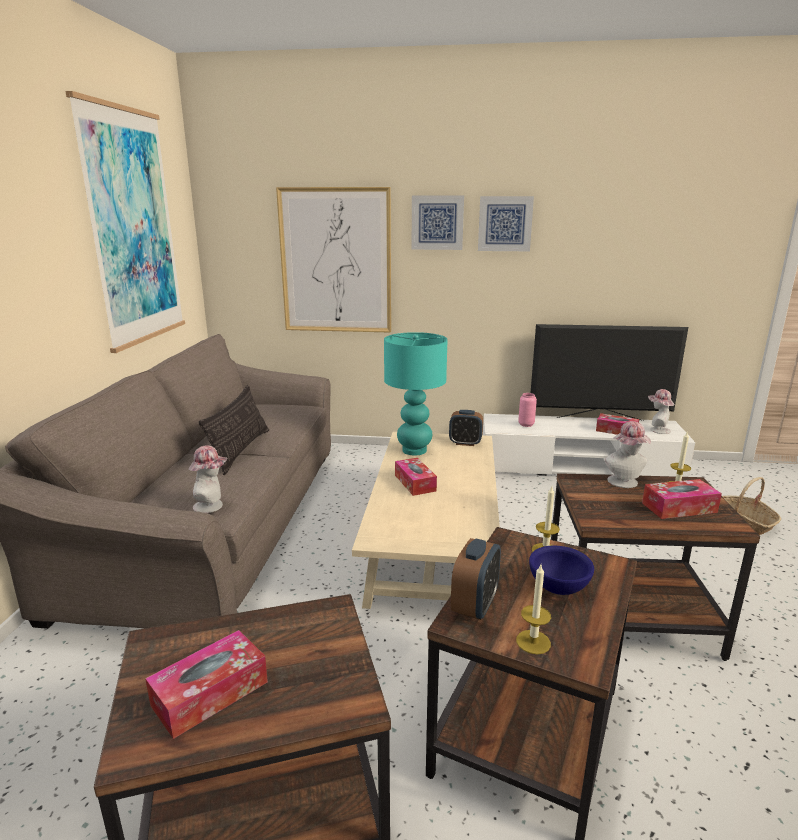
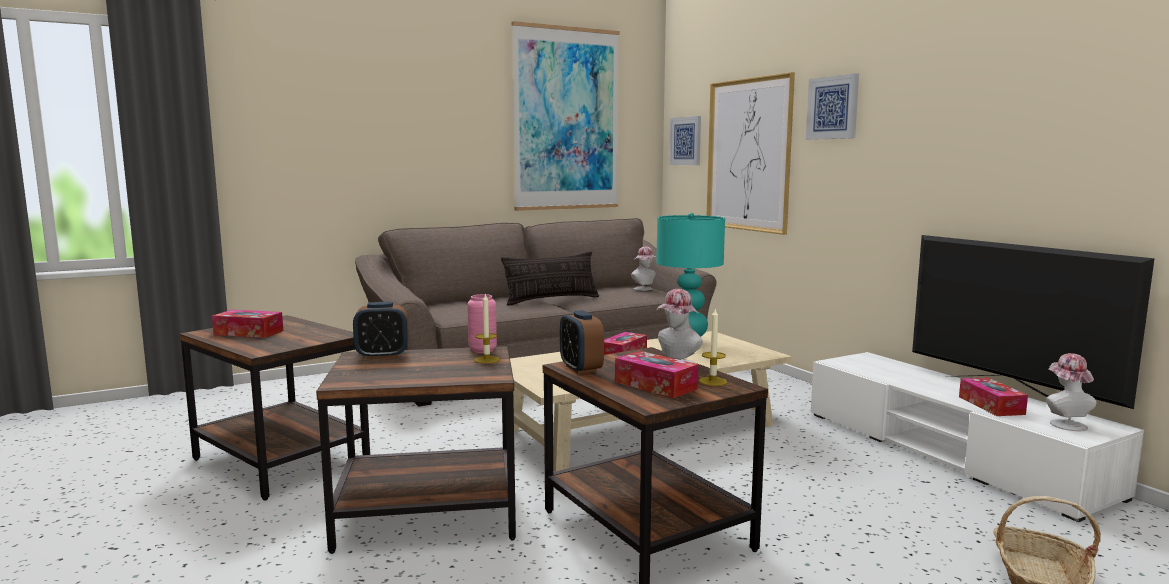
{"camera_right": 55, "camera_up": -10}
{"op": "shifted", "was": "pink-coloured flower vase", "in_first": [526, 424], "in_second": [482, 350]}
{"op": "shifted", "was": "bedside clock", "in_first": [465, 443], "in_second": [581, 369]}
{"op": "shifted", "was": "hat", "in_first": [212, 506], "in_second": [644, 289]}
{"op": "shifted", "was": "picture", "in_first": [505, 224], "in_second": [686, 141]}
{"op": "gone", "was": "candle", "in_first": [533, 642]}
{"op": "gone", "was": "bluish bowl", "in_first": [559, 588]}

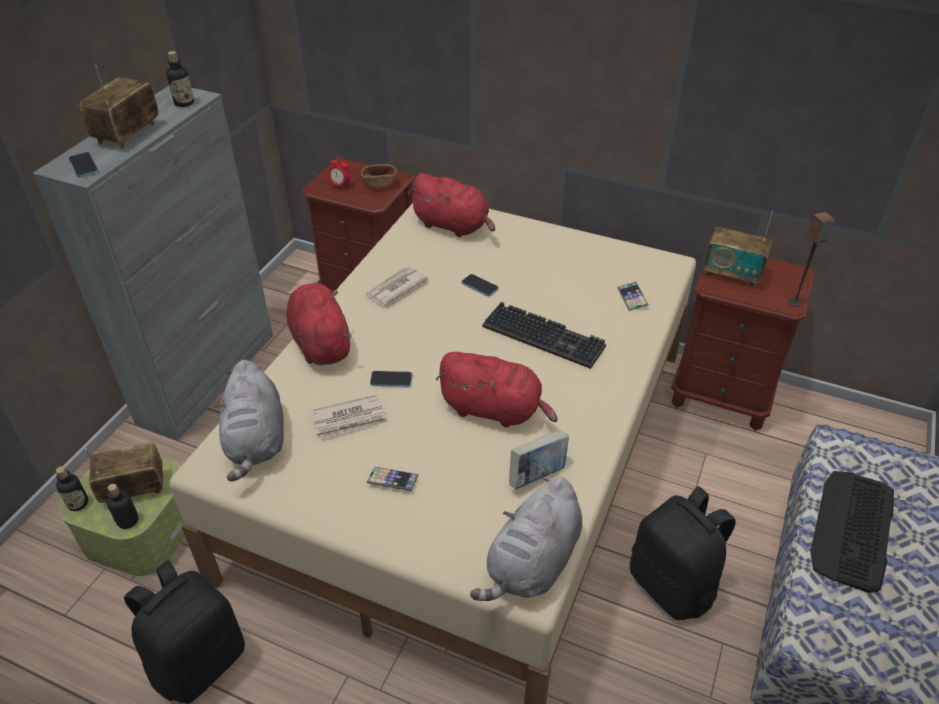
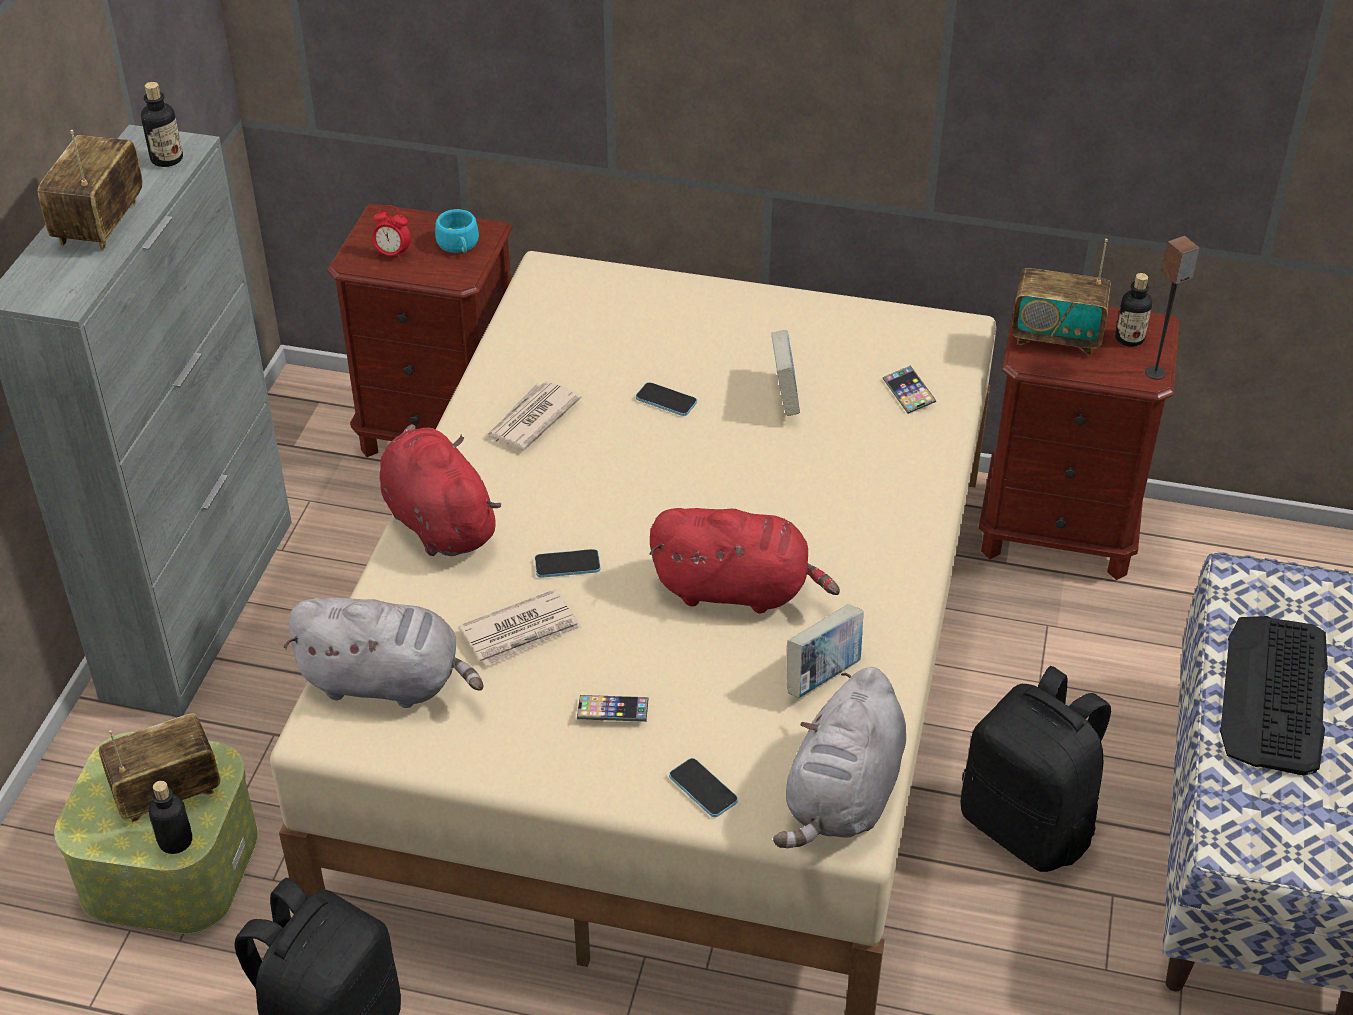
{"camera_right": -10, "camera_up": 0}
{"op": "rotated", "was": "grey soft toy", "in_first": [256, 441], "in_second": [387, 682], "clockwise": -60}
{"op": "swapped", "was": "brown-coloured bowl", "now": "turquoise drinking cup", "in_first": [379, 184], "in_second": [459, 246]}
{"op": "shifted", "was": "telephone", "in_first": [83, 166], "in_second": [703, 789]}
{"op": "new", "now": "volume", "in_second": [784, 398]}
{"op": "shifted", "was": "bottle", "in_first": [78, 503], "in_second": [1129, 338]}
{"op": "gone", "was": "red-coloured soft toy", "in_first": [453, 226]}
{"op": "gone", "was": "computer keyboard", "in_first": [546, 336]}

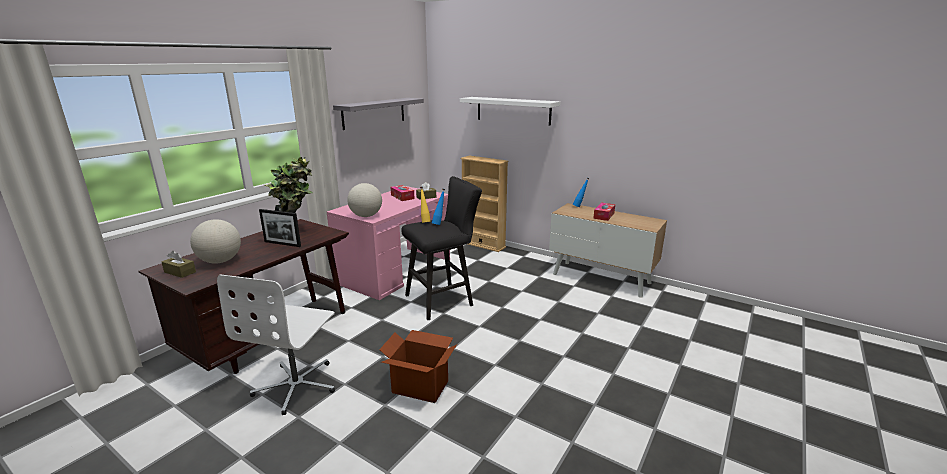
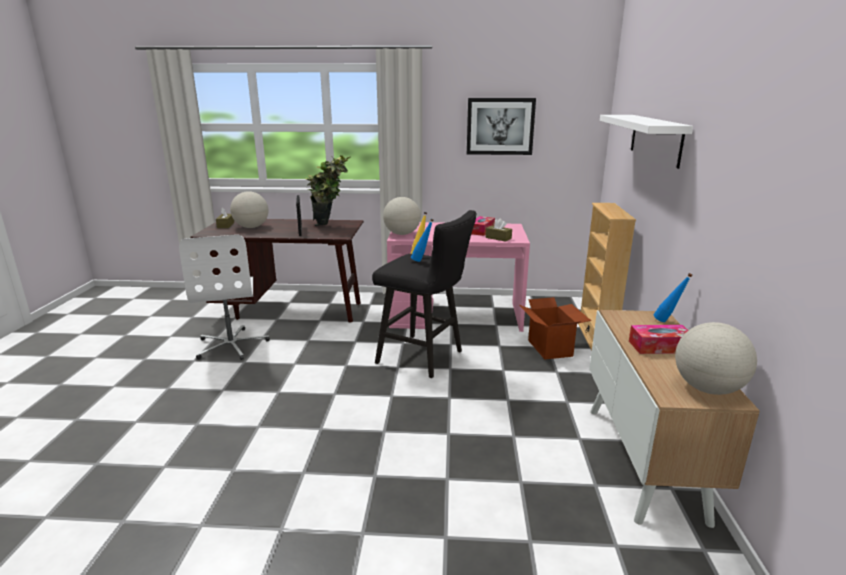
{"camera_right": 60, "camera_up": 0}
{"op": "rotated", "was": "white desk chair", "in_first": [297, 385], "in_second": [232, 345], "clockwise": -90}
{"op": "swapped", "was": "grey wall shelf", "now": "picture", "in_first": [374, 113], "in_second": [500, 126]}
{"op": "shifted", "was": "packing box", "in_first": [420, 386], "in_second": [550, 348]}
{"op": "new", "now": "desk globe", "in_second": [708, 389]}

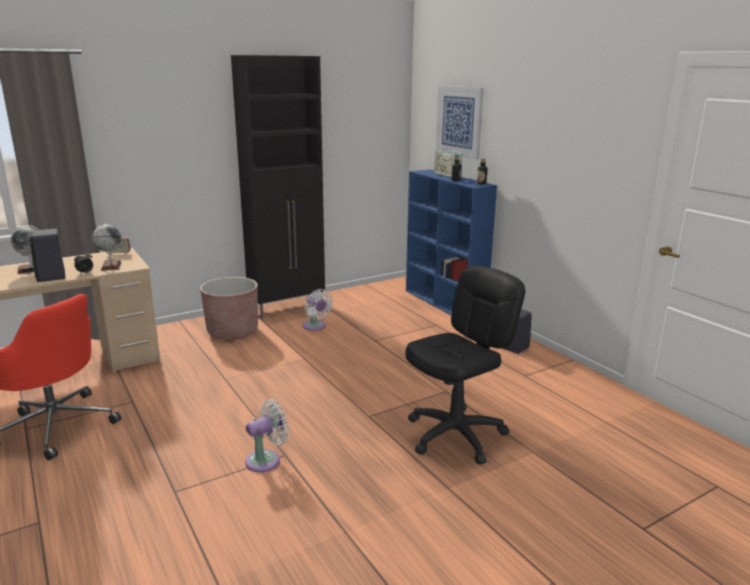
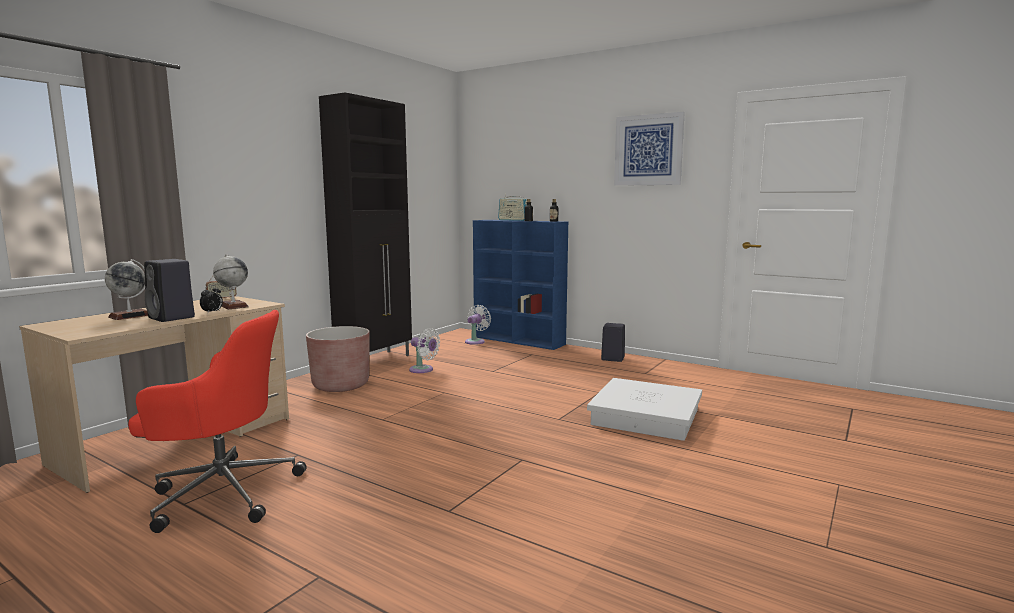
{"camera_right": -25, "camera_up": -10}
{"op": "shifted", "was": "white fan", "in_first": [266, 460], "in_second": [476, 341]}
{"op": "swapped", "was": "blackish desk chair", "now": "white storage container", "in_first": [456, 435], "in_second": [646, 416]}
{"op": "shifted", "was": "picture", "in_first": [459, 121], "in_second": [648, 150]}

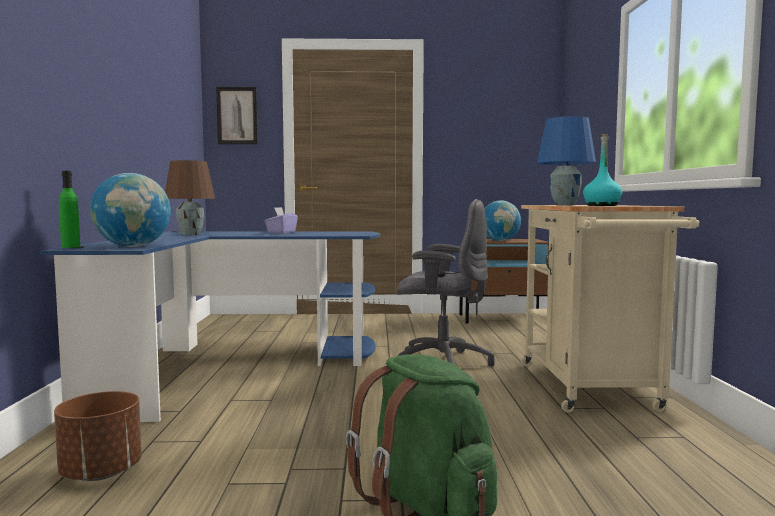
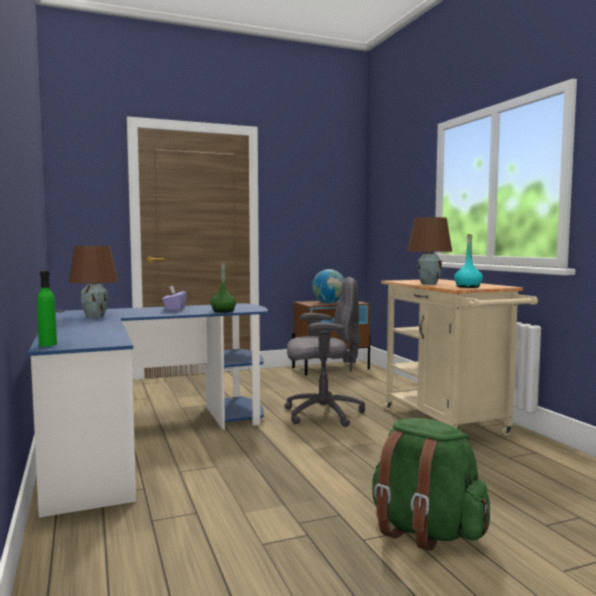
{"camera_right": -20, "camera_up": 0}
{"op": "new", "now": "green bottle", "in_second": [223, 311]}
{"op": "repainted", "was": "bluish table lamp", "now": "brown-coloured table lamp", "in_first": [564, 205], "in_second": [428, 283]}
{"op": "gone", "was": "brown-coloured flower pot", "in_first": [100, 473]}
{"op": "gone", "was": "desk globe", "in_first": [133, 246]}
{"op": "gone", "was": "picture", "in_first": [237, 115]}

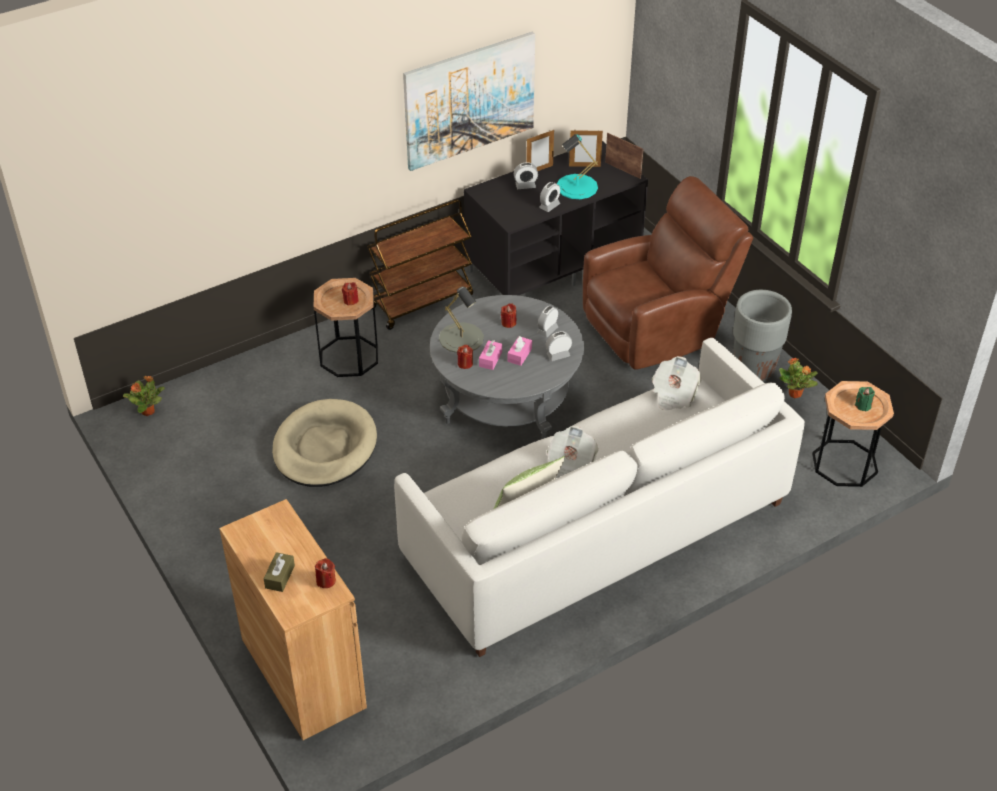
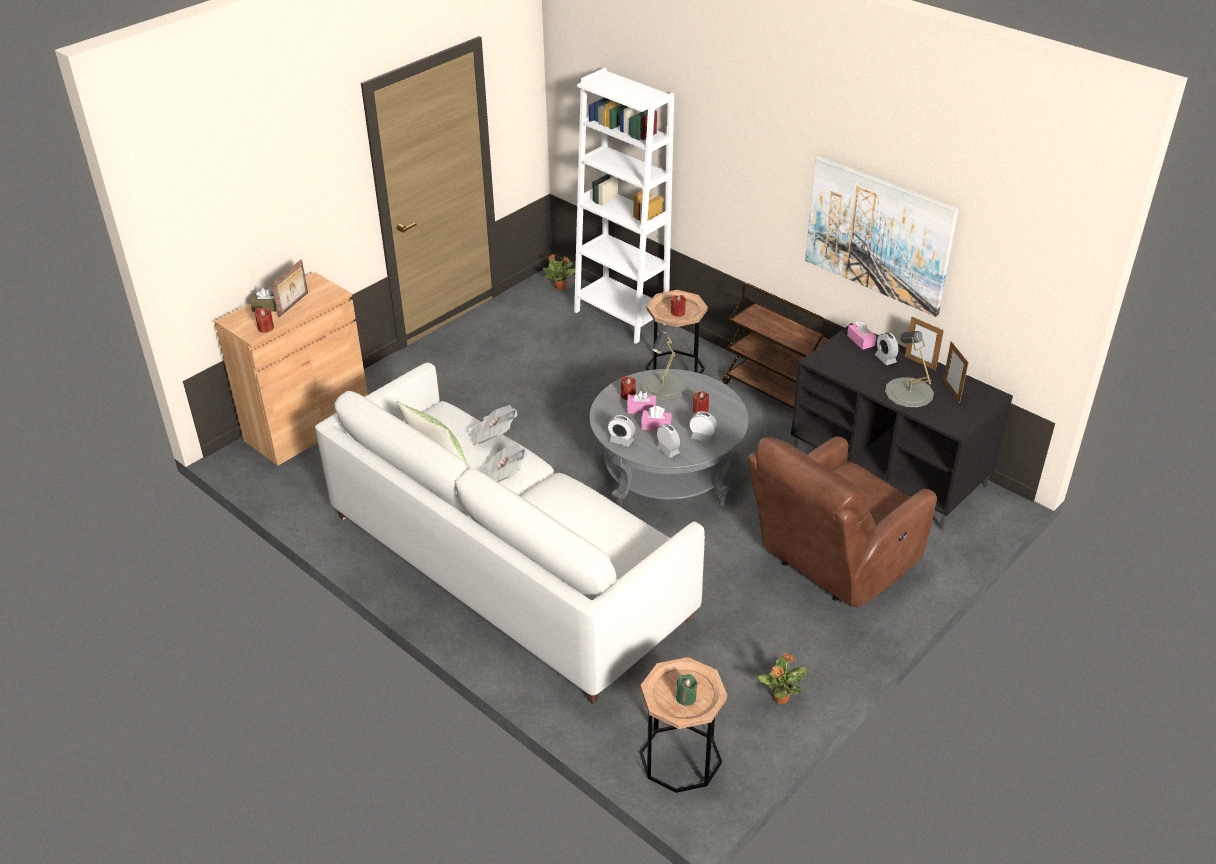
{"camera_right": 75, "camera_up": -5}
{"op": "shifted", "was": "photo frame", "in_first": [623, 170], "in_second": [294, 305]}
{"op": "shifted", "was": "printed paper", "in_first": [673, 394], "in_second": [492, 435]}
{"op": "new", "now": "white bookshelf", "in_second": [621, 317]}
{"op": "shifted", "was": "bedside clock", "in_first": [549, 206], "in_second": [621, 441]}
{"op": "rotated", "was": "brown-coloured armchair", "in_first": [657, 328], "in_second": [831, 563], "clockwise": 90}
{"op": "new", "now": "pink-coloured box of tissues", "in_second": [860, 340]}
{"op": "repainted", "was": "turquoise table lamp", "now": "grey table lamp", "in_first": [577, 187], "in_second": [908, 392]}
{"op": "gone", "was": "beige pet bed", "in_first": [324, 447]}
{"op": "gone", "was": "grey flower pot", "in_first": [753, 371]}

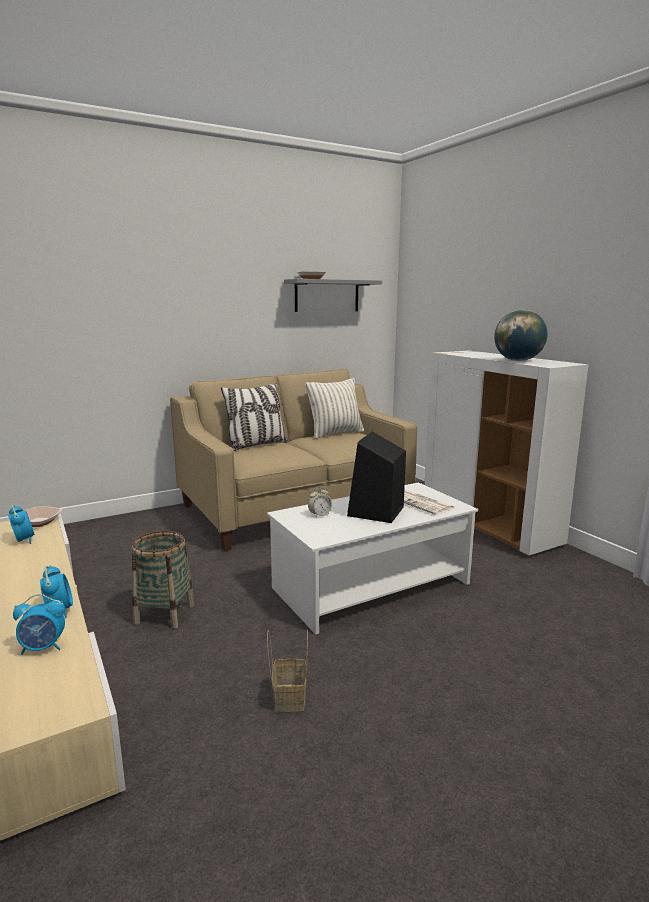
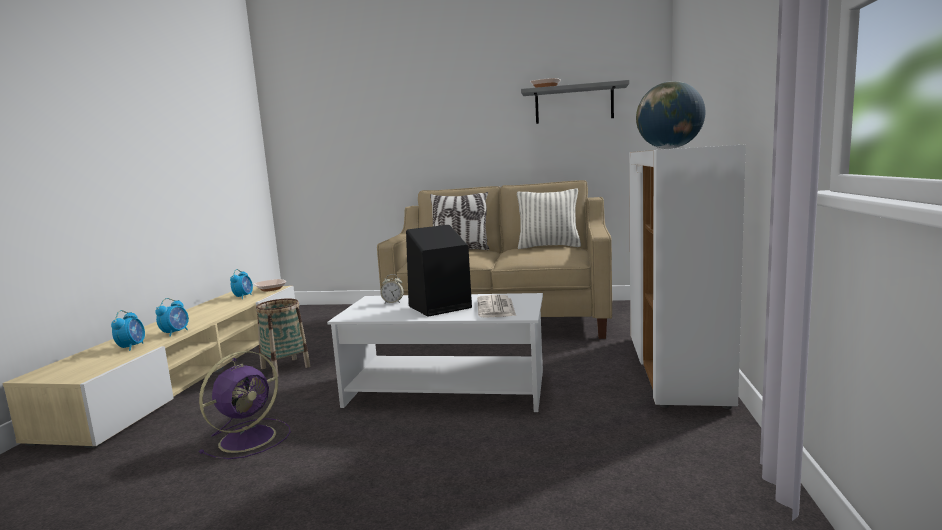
{"camera_right": 40, "camera_up": -5}
{"op": "rotated", "was": "bedside clock", "in_first": [43, 648], "in_second": [132, 347], "clockwise": -120}
{"op": "swapped", "was": "storage basket", "now": "purple-coloured fan", "in_first": [288, 696], "in_second": [250, 438]}

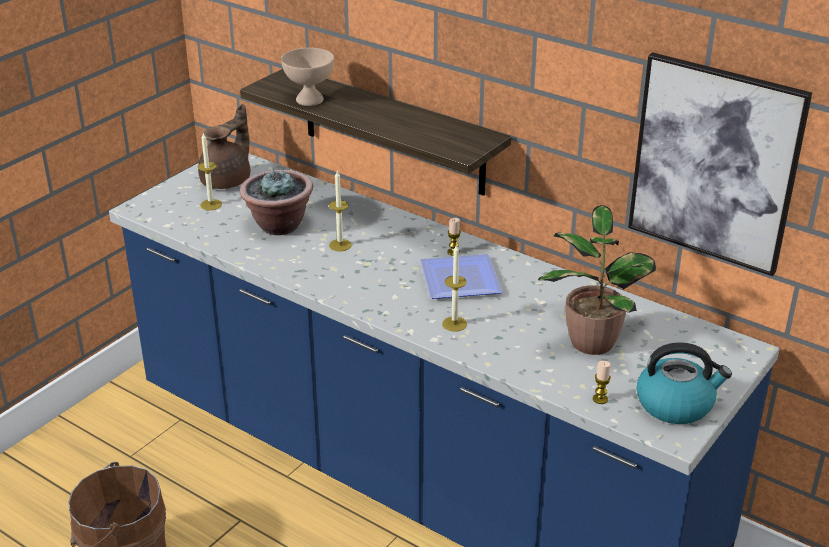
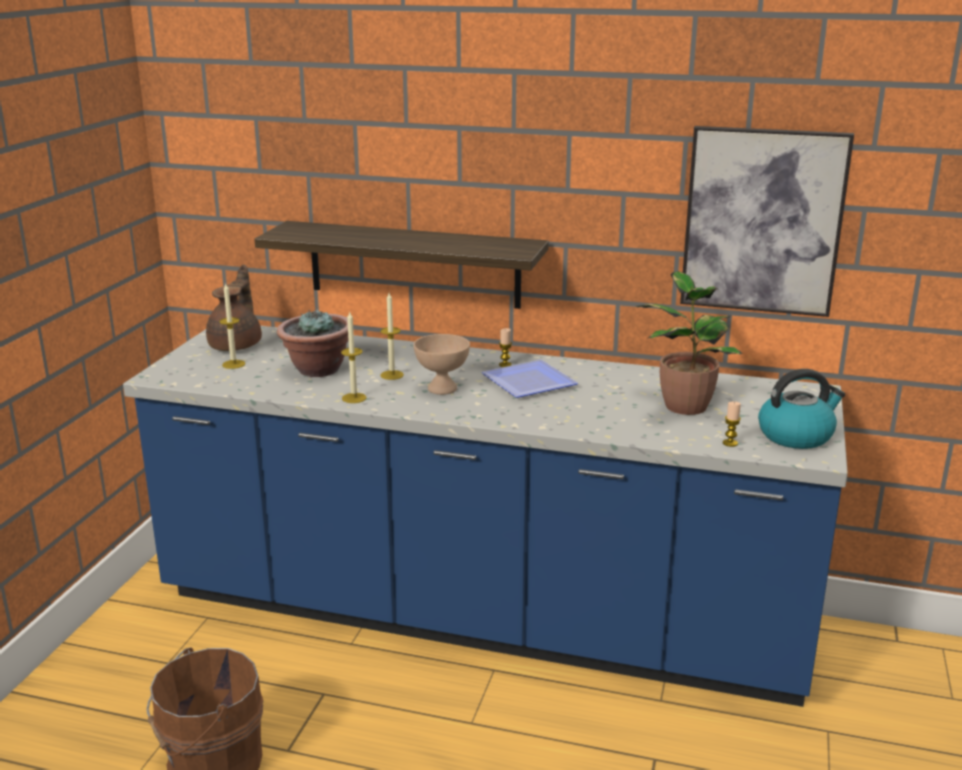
{"camera_right": -20, "camera_up": -10}
{"op": "shifted", "was": "candle", "in_first": [454, 324], "in_second": [354, 398]}
{"op": "shifted", "was": "beige bowl", "in_first": [310, 100], "in_second": [443, 388]}

